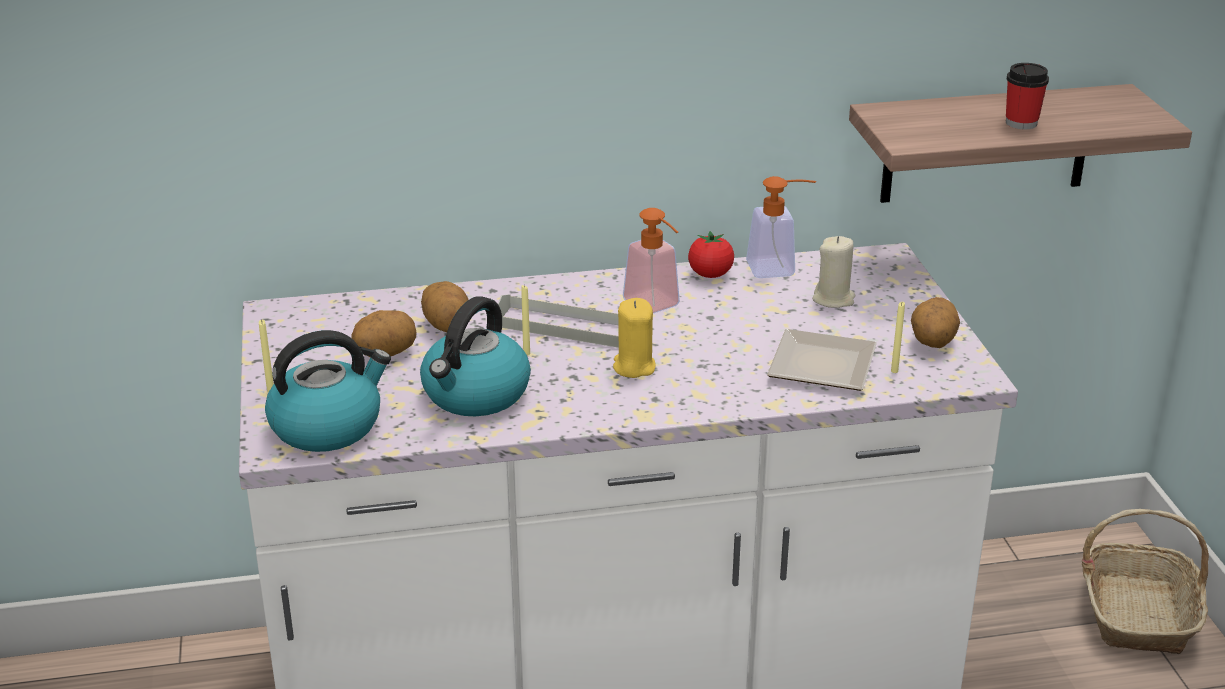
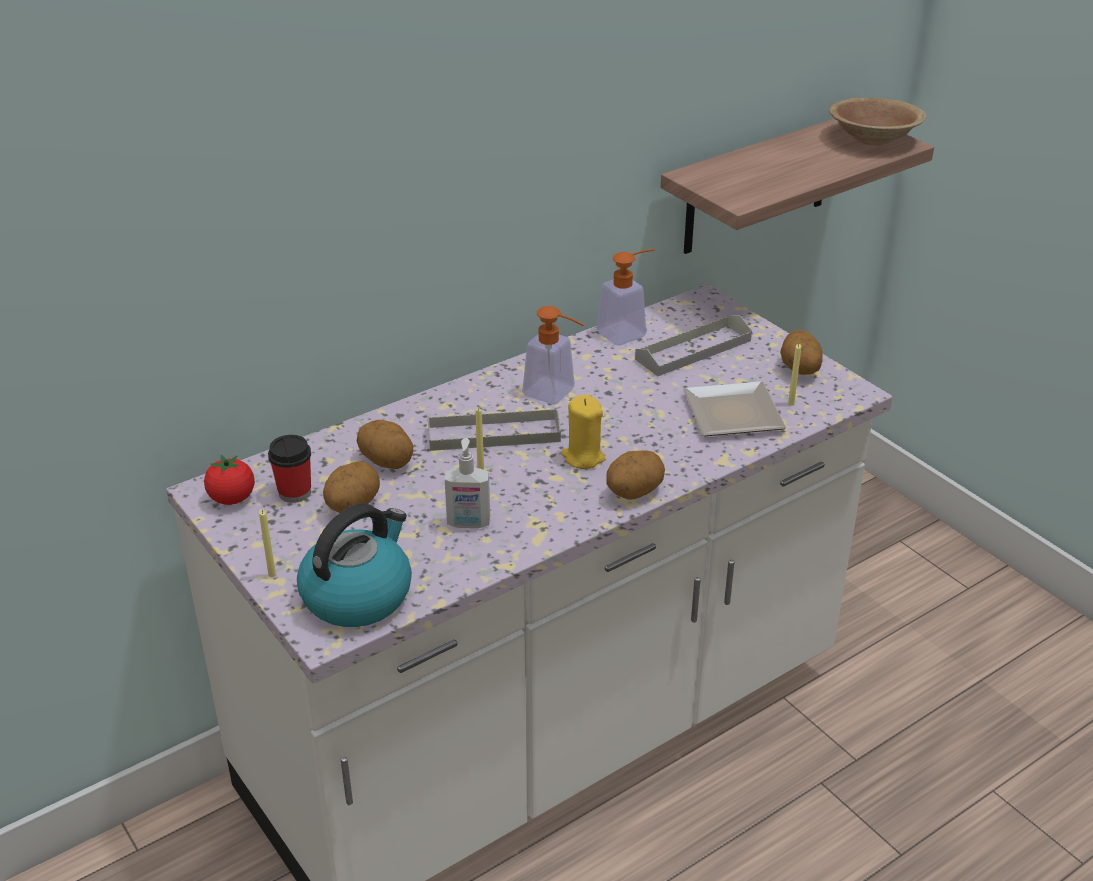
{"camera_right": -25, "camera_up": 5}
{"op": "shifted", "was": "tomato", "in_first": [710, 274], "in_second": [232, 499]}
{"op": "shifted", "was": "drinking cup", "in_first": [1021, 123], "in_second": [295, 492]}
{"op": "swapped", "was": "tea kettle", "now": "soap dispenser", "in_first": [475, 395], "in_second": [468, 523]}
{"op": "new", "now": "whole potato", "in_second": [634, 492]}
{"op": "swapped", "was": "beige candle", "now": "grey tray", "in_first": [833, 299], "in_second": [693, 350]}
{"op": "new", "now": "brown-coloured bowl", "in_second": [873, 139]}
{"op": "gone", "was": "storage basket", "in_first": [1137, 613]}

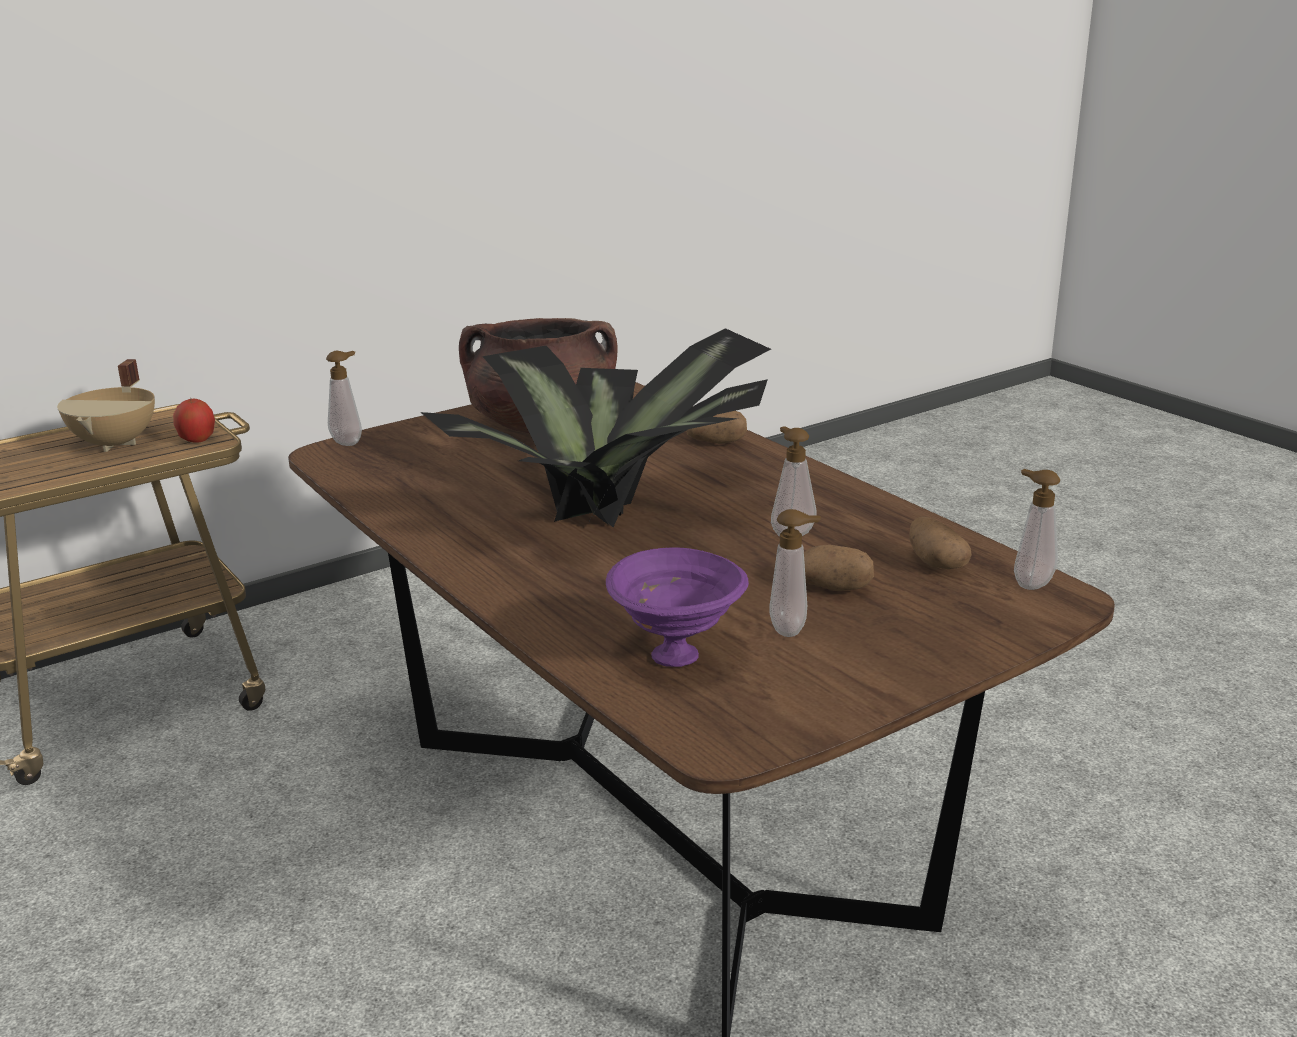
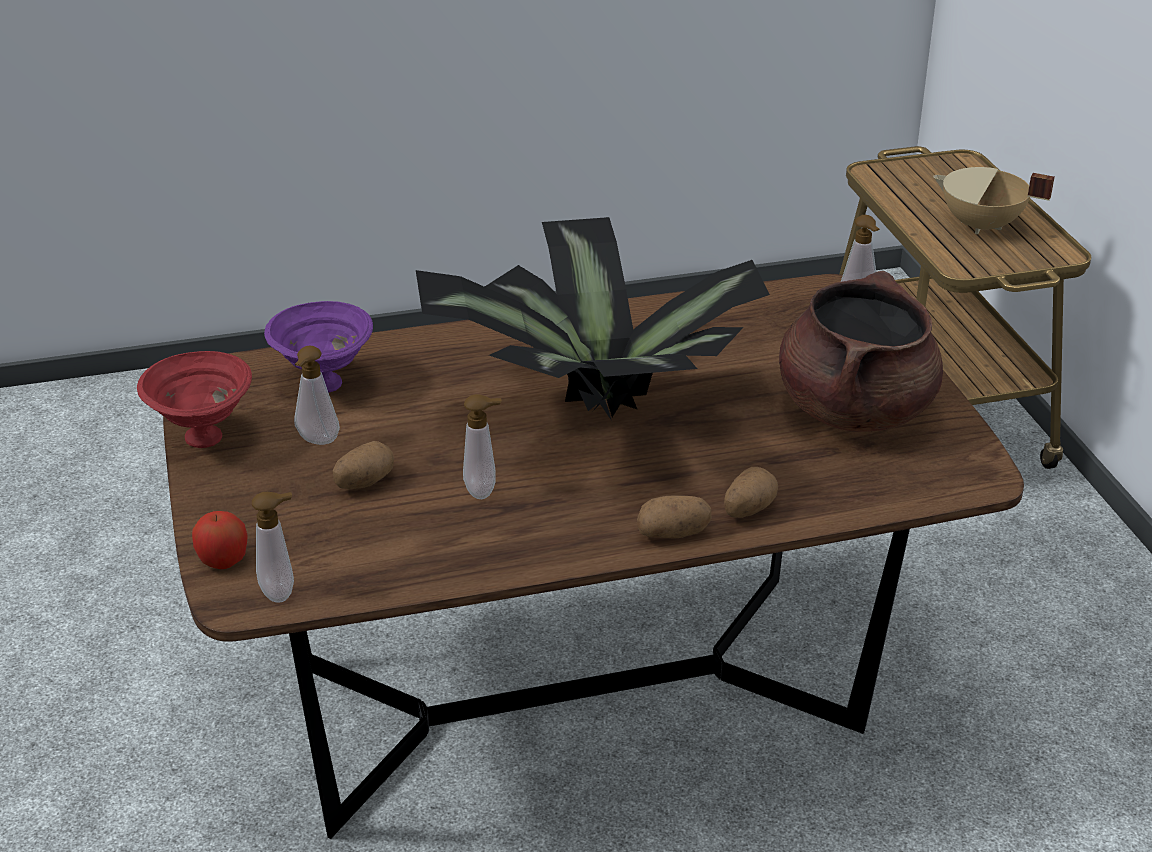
{"camera_right": 110, "camera_up": 10}
{"op": "new", "now": "red-coloured bowl", "in_second": [205, 439]}
{"op": "shifted", "was": "whole apple", "in_first": [197, 439], "in_second": [223, 561]}
{"op": "shifted", "was": "whole potato", "in_first": [934, 562], "in_second": [673, 533]}

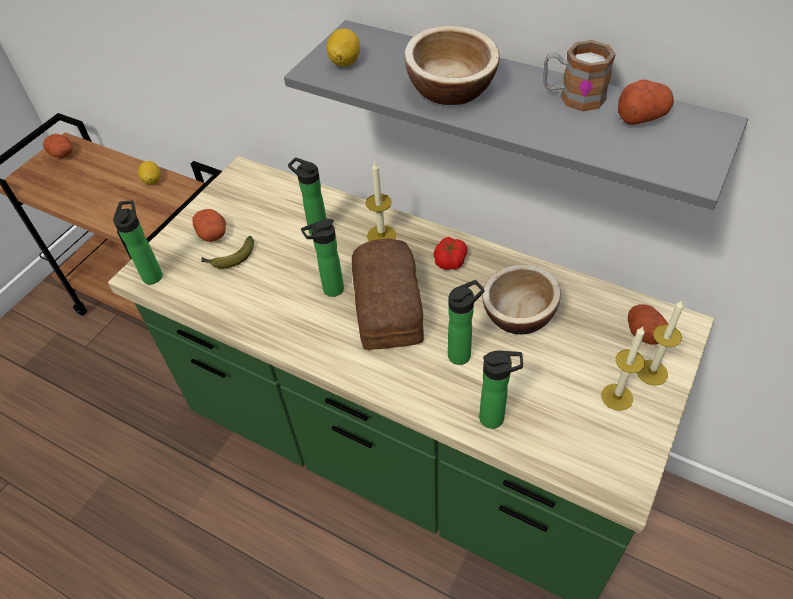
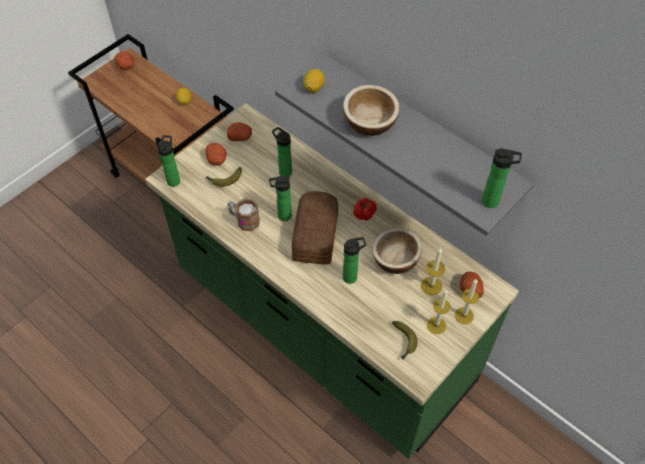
{"camera_right": 10, "camera_up": 5}
{"op": "shifted", "was": "whole potato", "in_first": [641, 116], "in_second": [240, 137]}
{"op": "shifted", "was": "tea mug", "in_first": [572, 97], "in_second": [244, 220]}
{"op": "new", "now": "whole banana", "in_second": [404, 342]}
{"op": "shifted", "was": "candle", "in_first": [381, 235], "in_second": [431, 285]}
{"op": "shifted", "was": "bottle", "in_first": [495, 418], "in_second": [493, 202]}

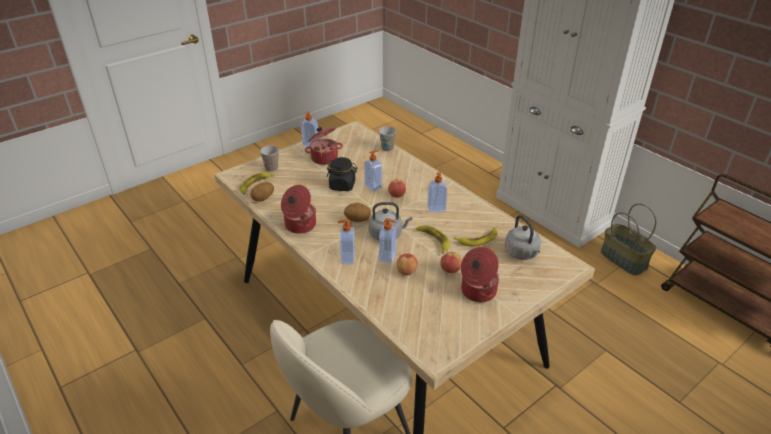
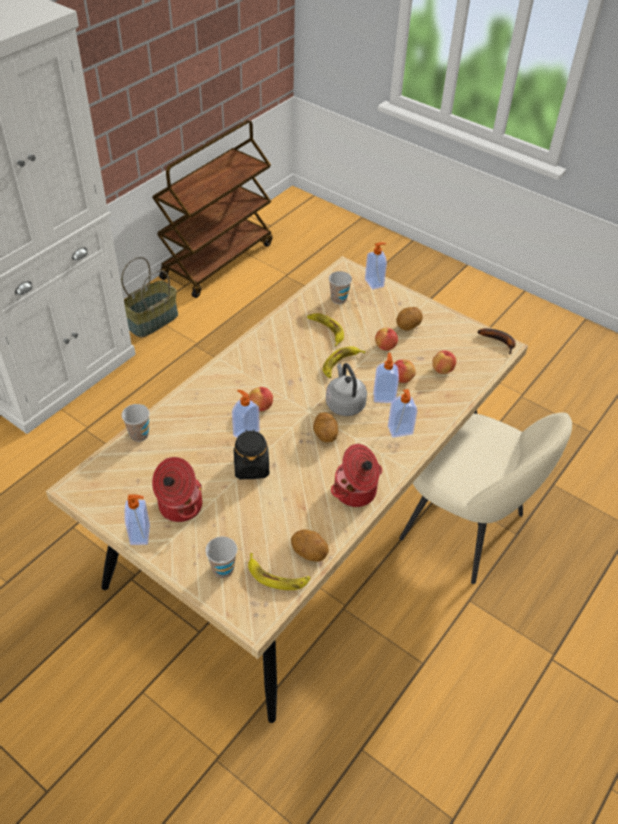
{"camera_right": -105, "camera_up": 10}
{"op": "swapped", "was": "grey tea kettle", "now": "drinking cup", "in_first": [522, 253], "in_second": [338, 299]}
{"op": "shifted", "was": "soap dispenser", "in_first": [436, 209], "in_second": [375, 283]}
{"op": "swapped", "was": "stockpot", "now": "whole potato", "in_first": [477, 291], "in_second": [407, 326]}
{"op": "new", "now": "whole apple", "in_second": [442, 370]}
{"op": "new", "now": "whole banana", "in_second": [500, 341]}

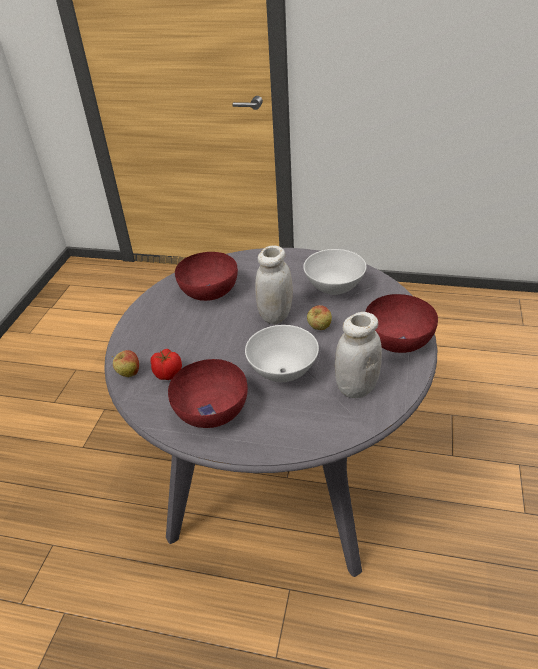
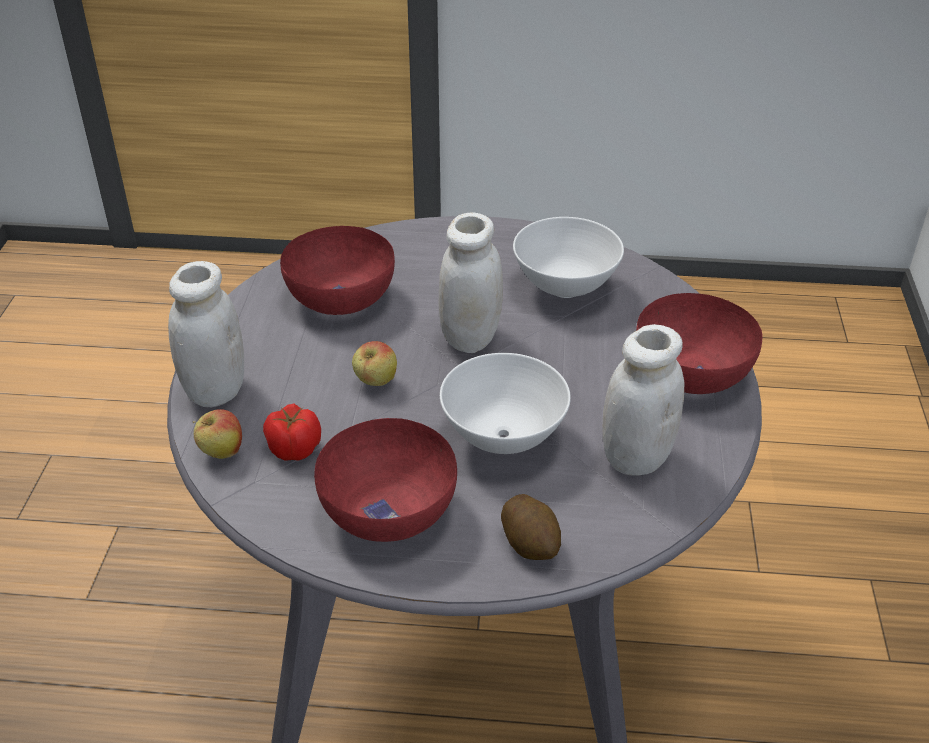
{"camera_right": -10, "camera_up": 0}
{"op": "new", "now": "white preserve jar", "in_second": [215, 390]}
{"op": "shifted", "was": "whole apple", "in_first": [319, 328], "in_second": [376, 383]}
{"op": "new", "now": "whole potato", "in_second": [531, 543]}

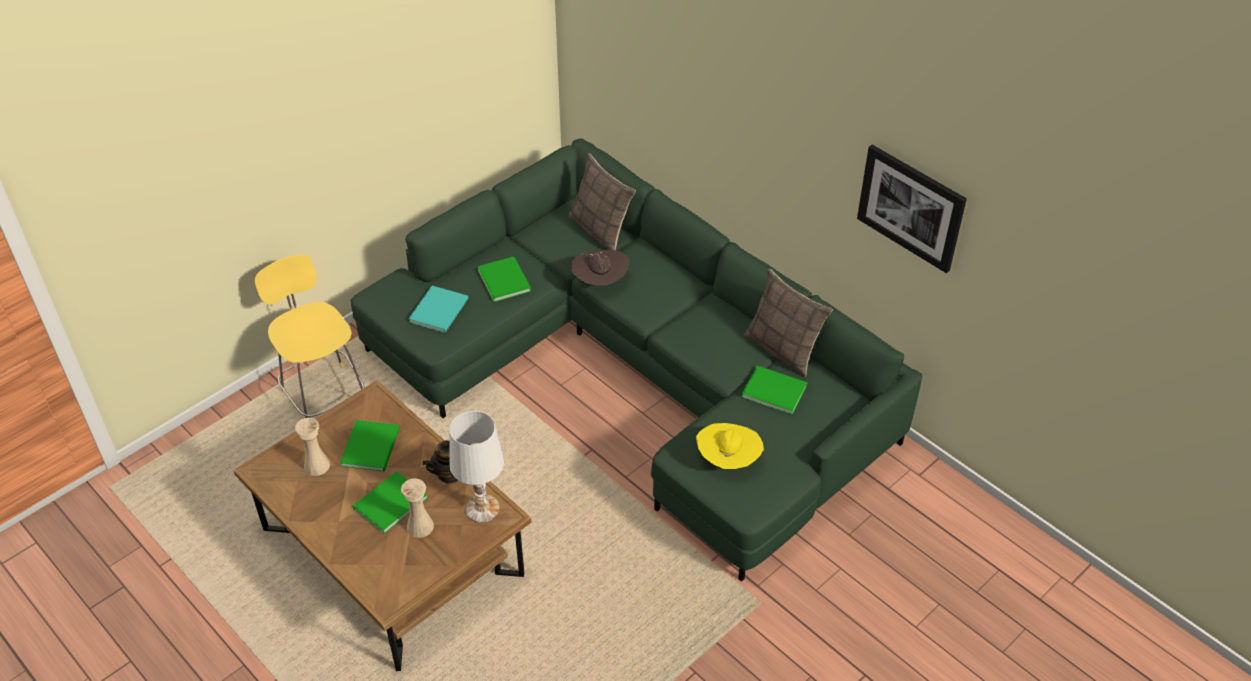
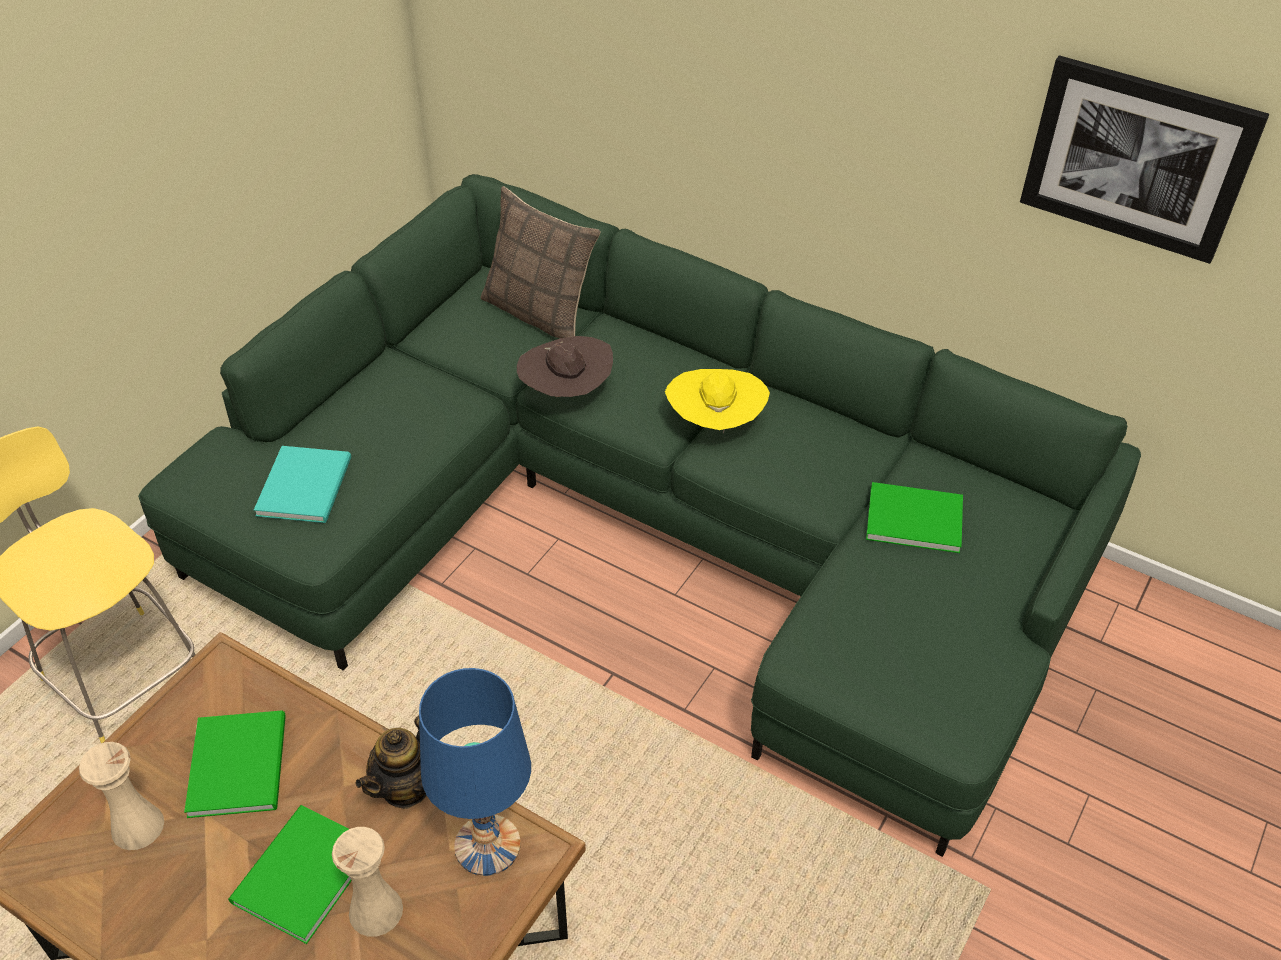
{"camera_right": -15, "camera_up": 0}
{"op": "repainted", "was": "white table lamp", "now": "bluish table lamp", "in_first": [481, 509], "in_second": [486, 845]}
{"op": "shifted", "was": "yellow-coloured hat", "in_first": [728, 460], "in_second": [715, 423]}
{"op": "gone", "was": "green volume", "in_first": [505, 279]}
{"op": "gone", "was": "throw pillow", "in_first": [783, 349]}

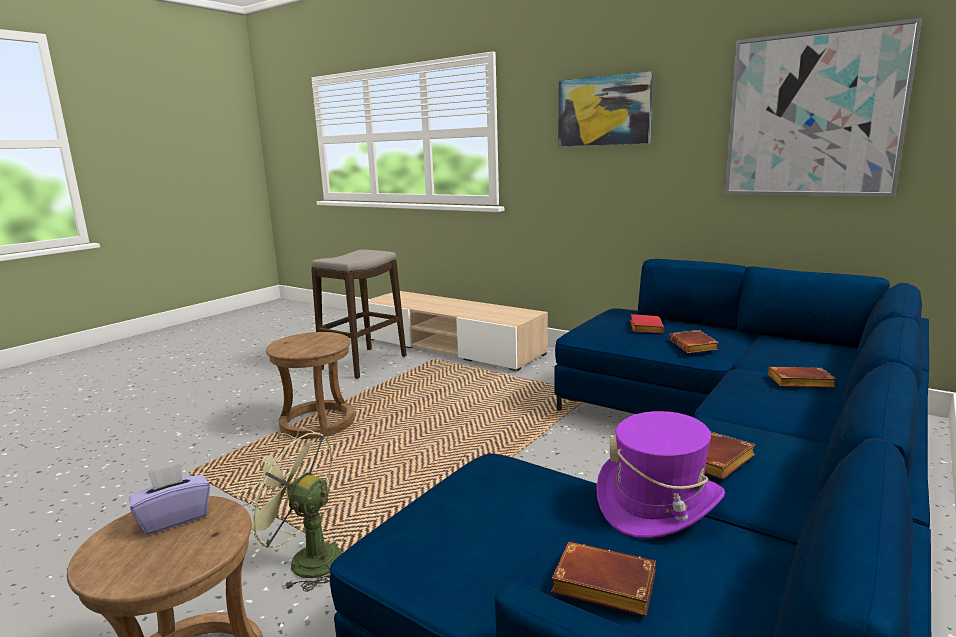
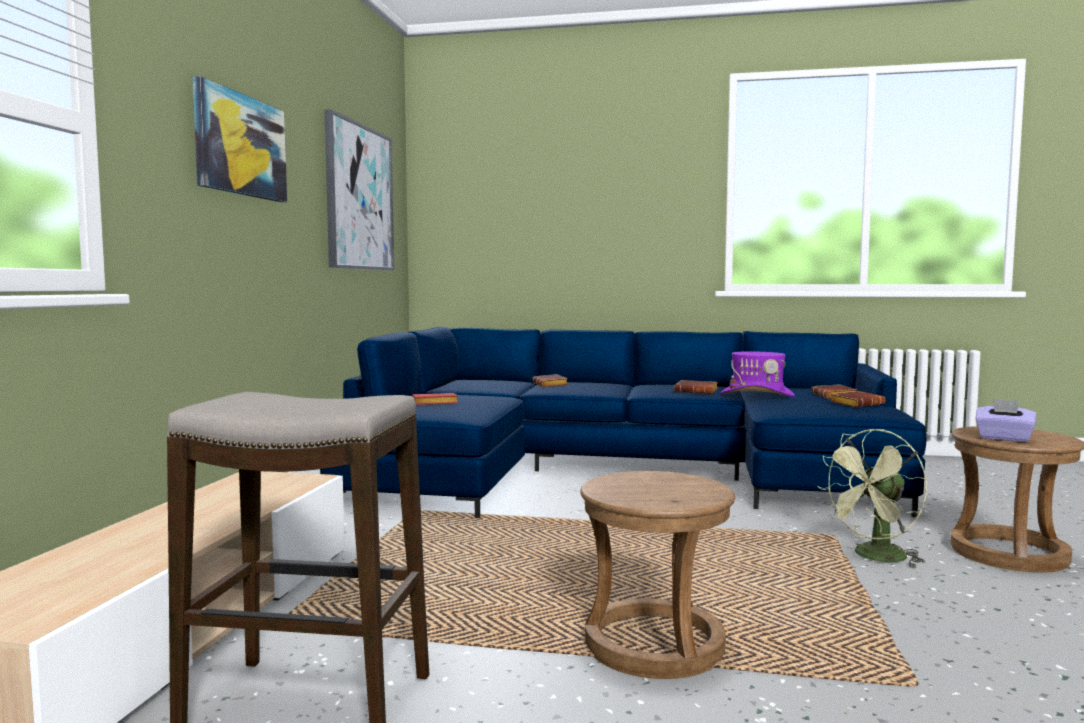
{"camera_right": -115, "camera_up": -10}
{"op": "rotated", "was": "green fan", "in_first": [305, 560], "in_second": [875, 557], "clockwise": 60}
{"op": "shifted", "was": "brown-coloured volume", "in_first": [695, 346], "in_second": [857, 404]}

